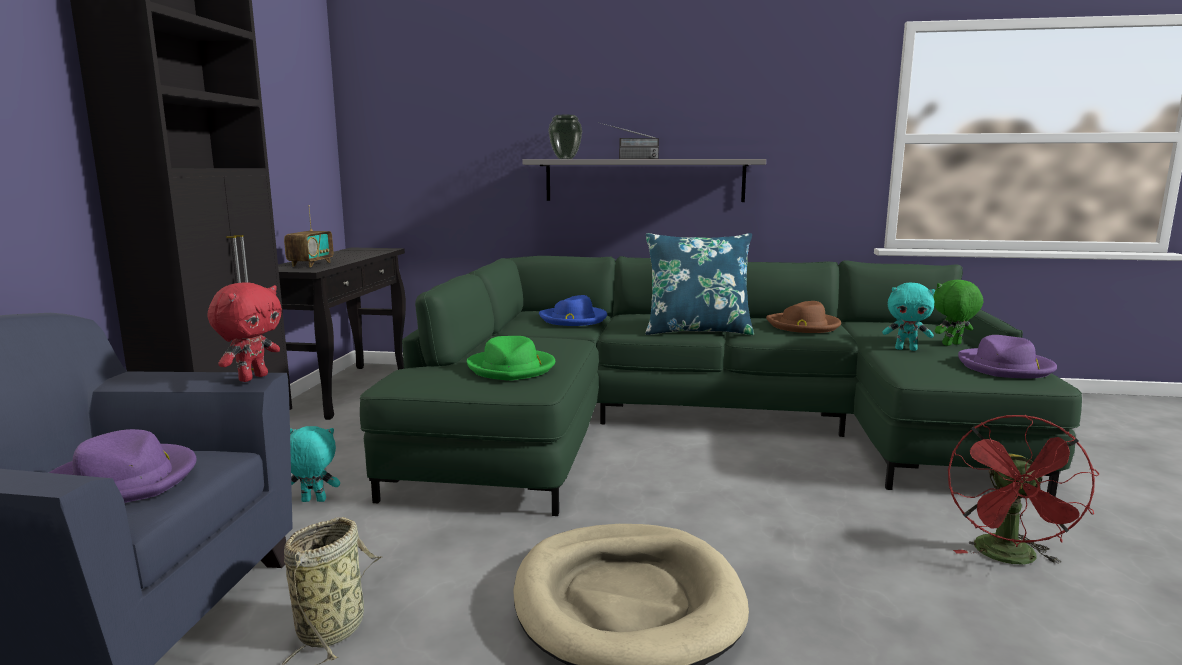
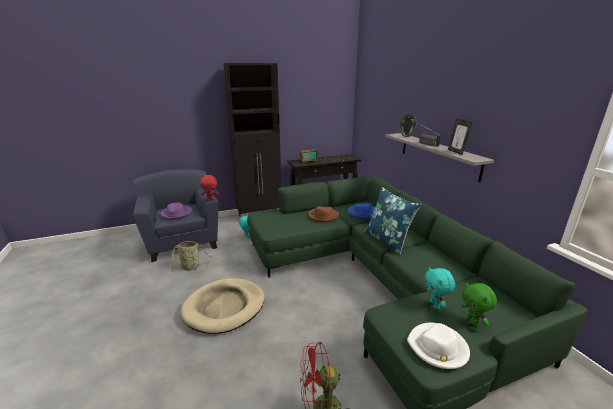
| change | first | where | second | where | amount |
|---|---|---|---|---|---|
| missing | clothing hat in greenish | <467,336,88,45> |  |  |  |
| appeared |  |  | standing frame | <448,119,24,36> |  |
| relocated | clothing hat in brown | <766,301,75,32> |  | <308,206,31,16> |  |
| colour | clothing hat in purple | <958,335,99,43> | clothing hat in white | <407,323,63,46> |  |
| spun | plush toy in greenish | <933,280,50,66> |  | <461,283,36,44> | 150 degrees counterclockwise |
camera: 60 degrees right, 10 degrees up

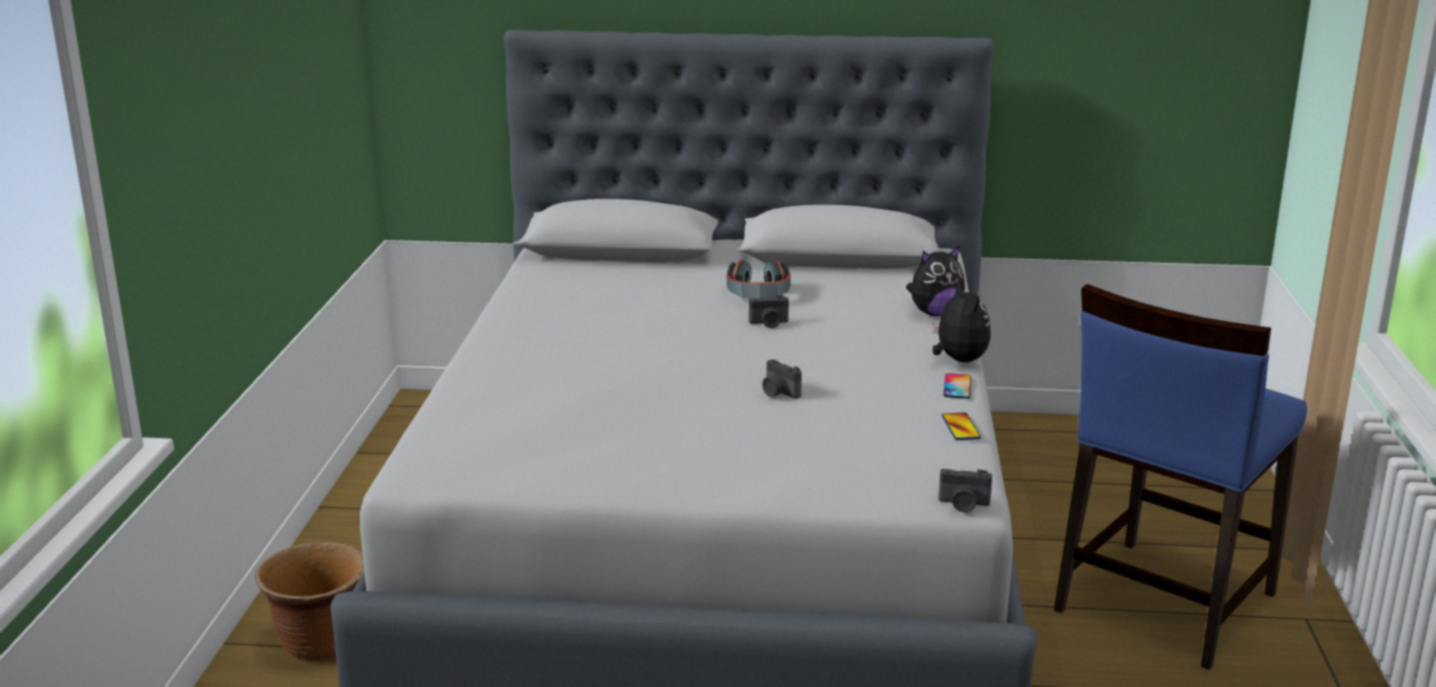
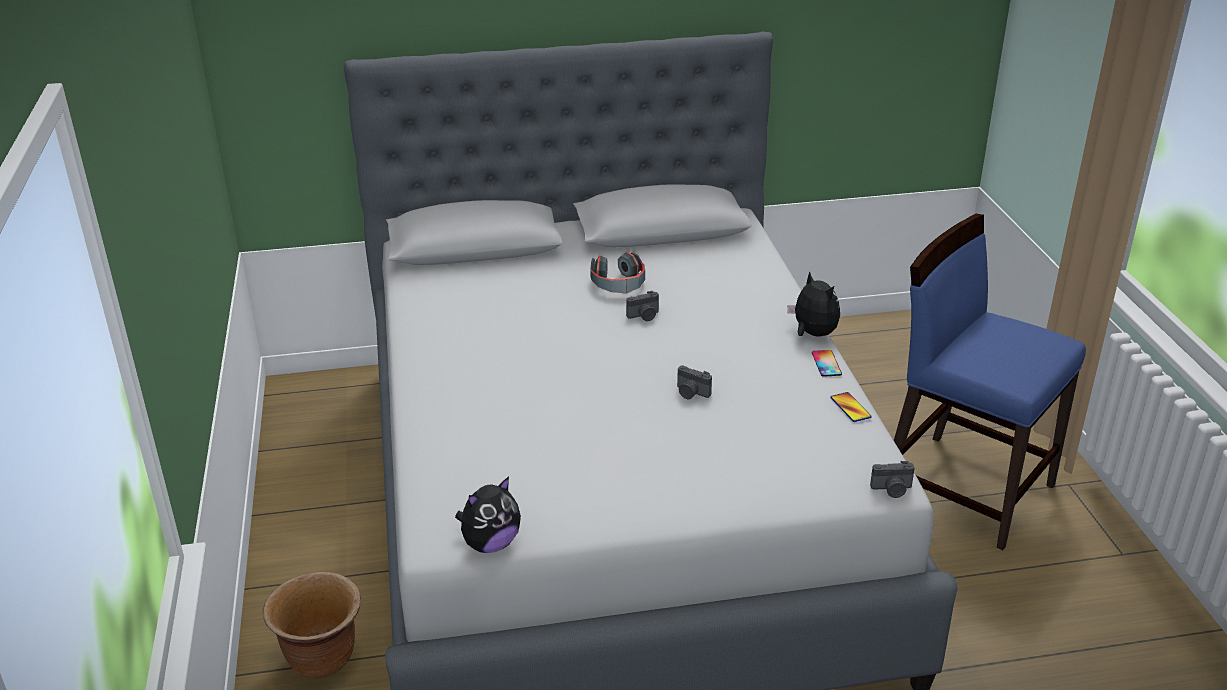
| change | first | where | second | where | amount |
|---|---|---|---|---|---|
| relocated | plush toy | <906,245,59,71> |  | <455,476,66,77> |  |
| spun | chair in blue-coloured | <1054,284,253,386> |  | <894,214,192,336> | 105 degrees clockwise |
camera: 15 degrees left, 10 degrees up

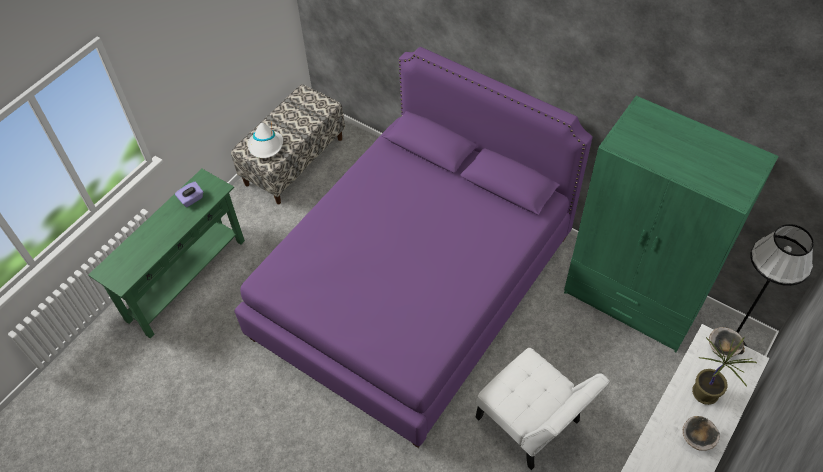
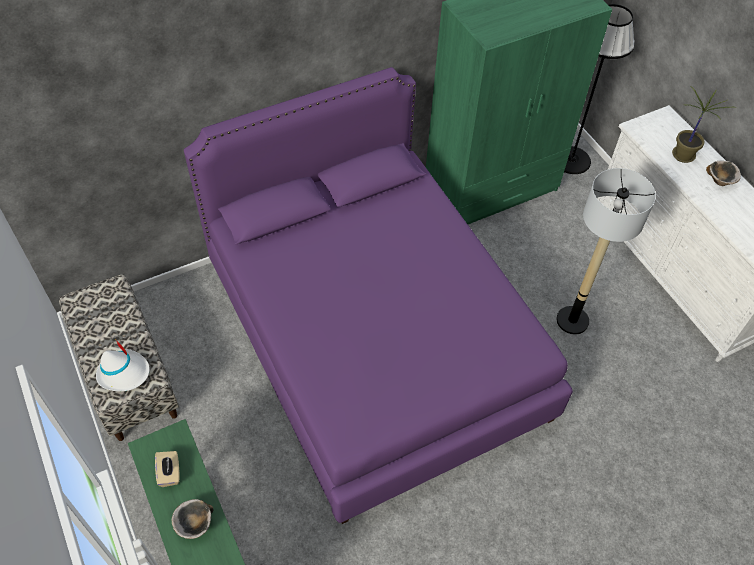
| change | first | where | second | where | amount |
|---|---|---|---|---|---|
| relocated | serving bowl | <709,327,36,30> |  | <172,499,42,40> |  |
| exchanged | chair in white | <475,348,134,122> | standing lamp | <556,168,100,166> |  |
| colour | tissue box in purple | <175,182,28,25> | tissue box in sand-coloured | <155,451,25,36> |  |
camera: 65 degrees left, 0 degrees up

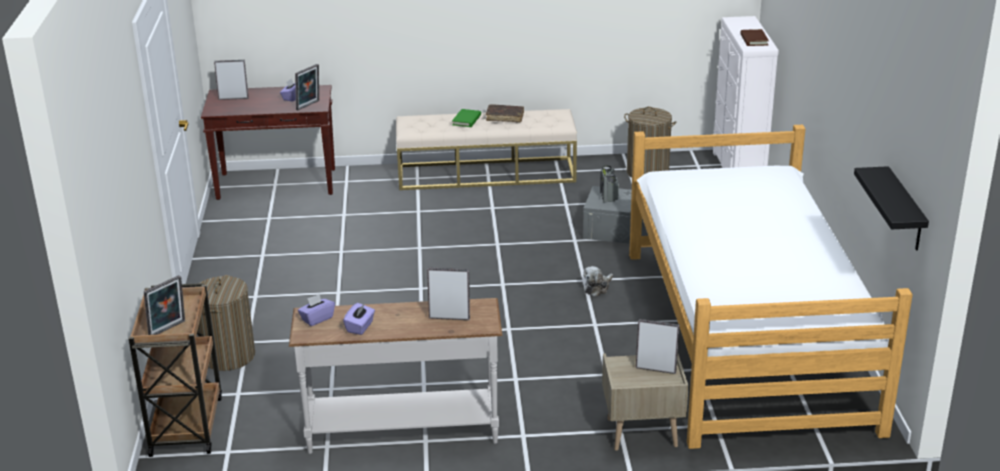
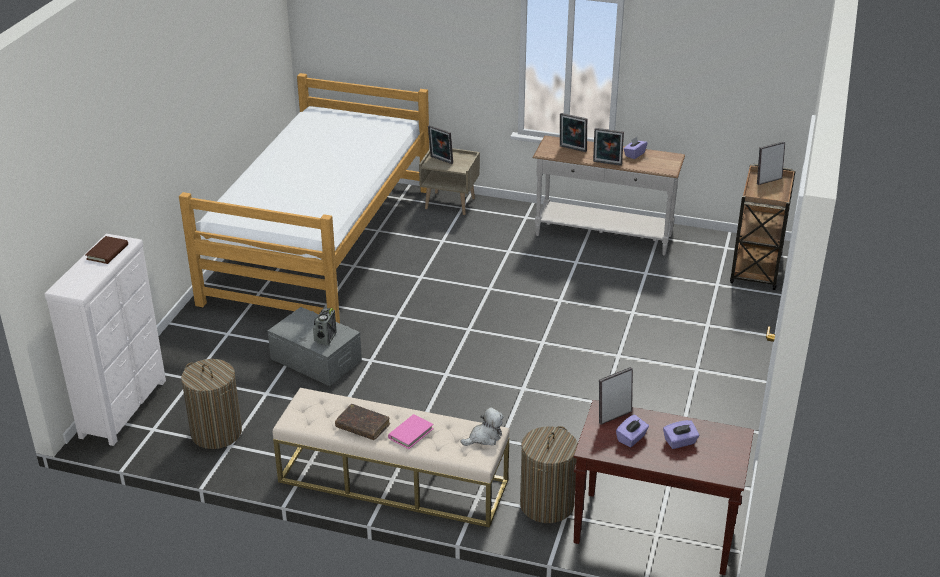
| change | first | where | second | where | amount |
|---|---|---|---|---|---|
| missing | shelf in black-coloured | <854,166,75,84> |  |  |  |
| relocated | laundry basket | <198,275,57,96> |  | <520,426,58,97> |  |
| relocated | standing frame | <214,60,35,40> |  | <593,128,31,38> |  |
| relocated | tissue box in purple | <298,294,37,32> |  | <663,420,36,29> |  |
| relocated | plush toy | <583,266,30,31> |  | <460,407,44,39> |  |
| colour | volume in greenish | <452,109,29,18> | volume in pink-coloured | <388,414,46,35> |  |
camera: 160 degrees left, 5 degrees up

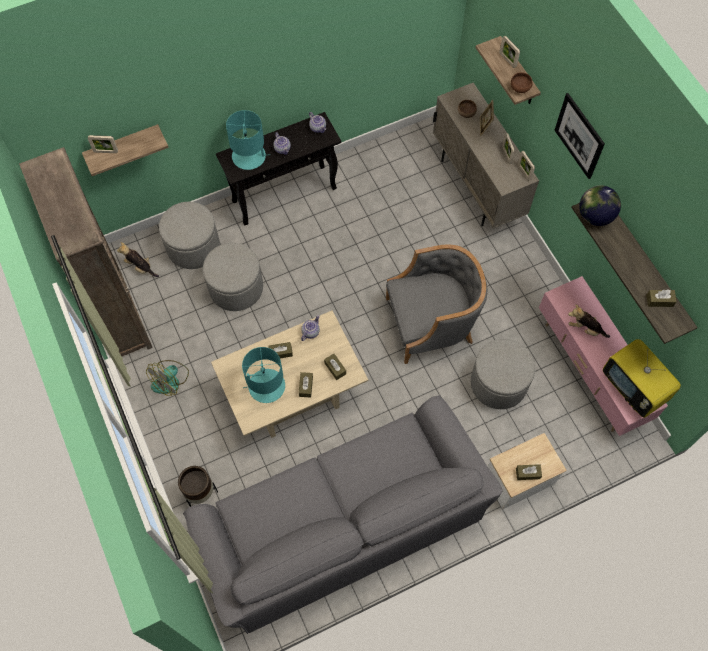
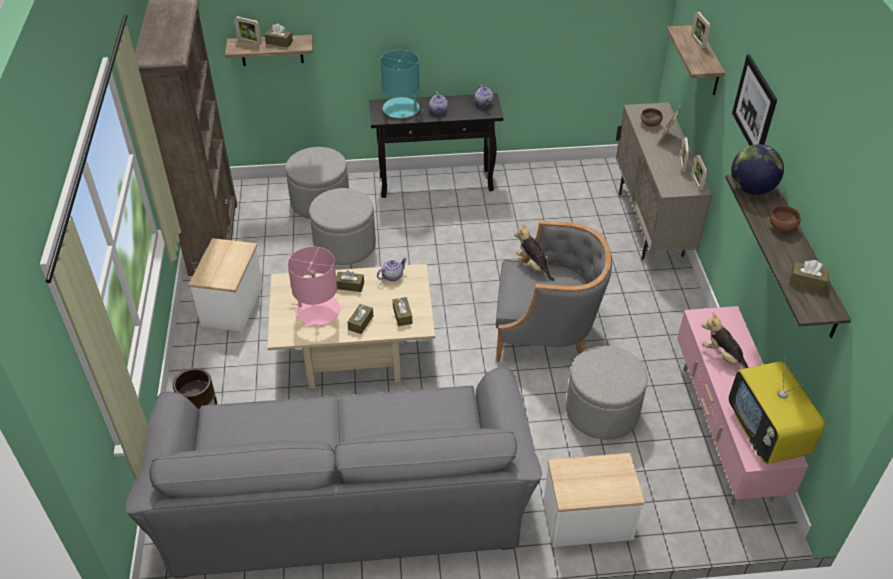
| change | first | where | second | where | amount |
|---|---|---|---|---|---|
| relocated | plush toy | <117,242,42,35> |  | <514,223,41,58> |  |
| relocated | serving bowl in brown | <511,72,21,21> |  | <770,205,31,27> |  |
| relocated | tissue box in brown | <516,464,26,16> |  | <265,24,28,24> |  |
| exchanged | fan | <146,360,43,36> | accent table | <188,238,75,94> |  |
| colour | tabletop lamp in turquoise-coloured | <242,347,43,56> | tabletop lamp in pink-coloured | <288,246,52,80> |  |
camera: 20 degrees right, 20 degrees down

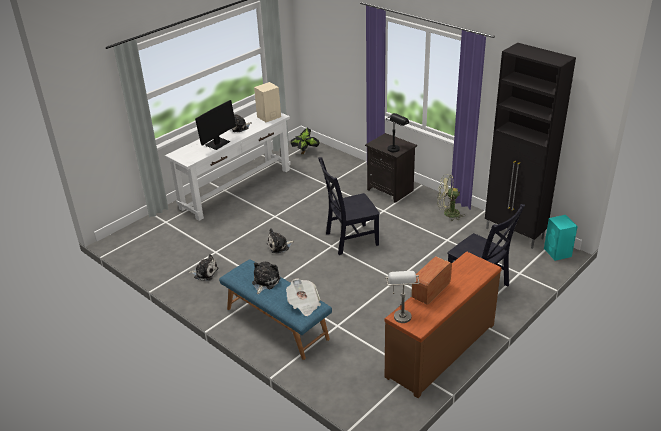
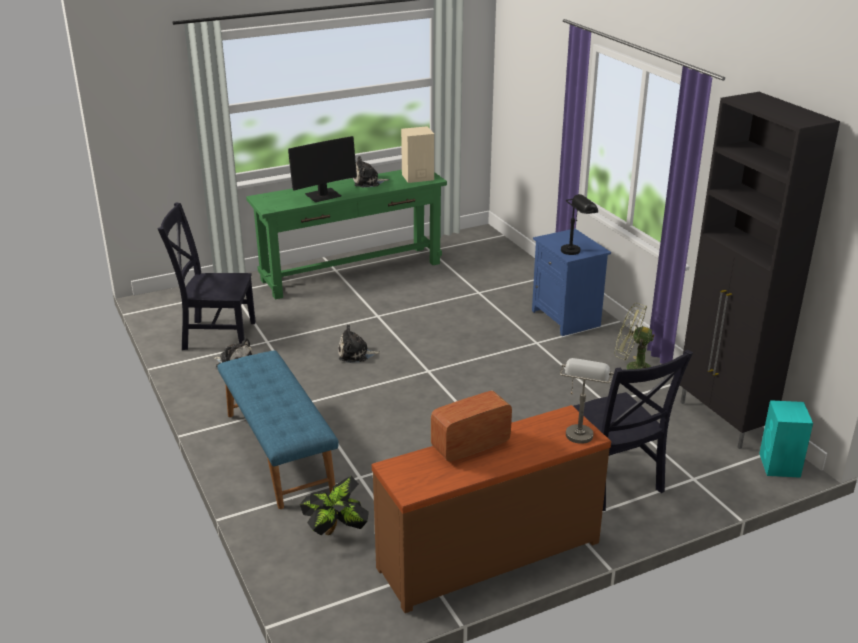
| change | first | where | second | where | amount |
|---|---|---|---|---|---|
| missing | plush toy | <252,262,28,32> |  |  |  |
| missing | daily paper | <286,278,35,38> |  |  |  |
| relocated | plant in a pot | <290,128,30,26> |  | <300,476,69,59> |  |
| relocated | chair in black-coloured | <318,157,62,98> |  | <158,202,98,148> |  |
| relocated | tabletop lamp in grey | <385,271,35,52> |  | <560,358,54,86> |  |
| colour | narrow table in white | <165,112,126,109> | narrow table in greenish | <246,170,201,129> |  |
| colour | night table in black-coloured | <365,133,52,70> | night table in blue-coloured | <532,229,79,107> |  |
camera: 20 degrees right, 5 degrees down

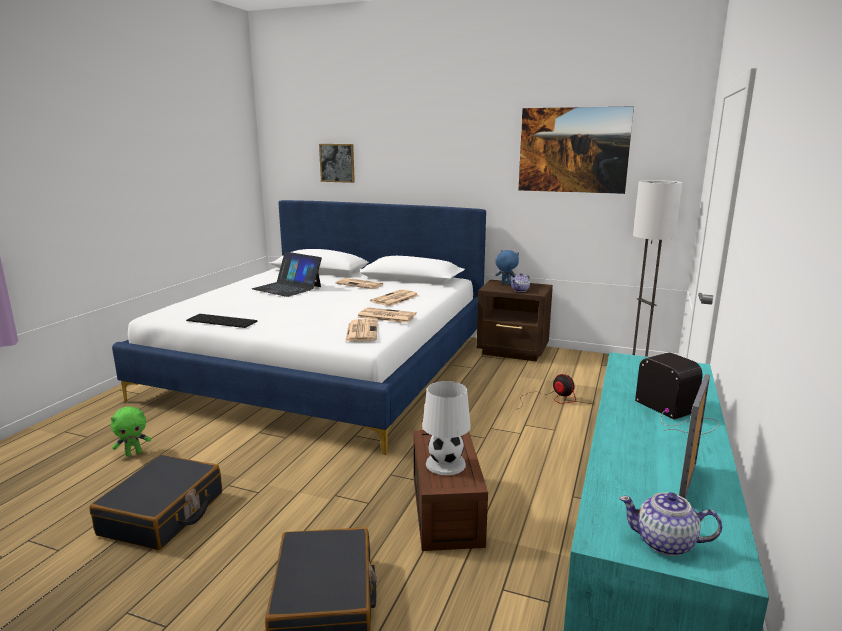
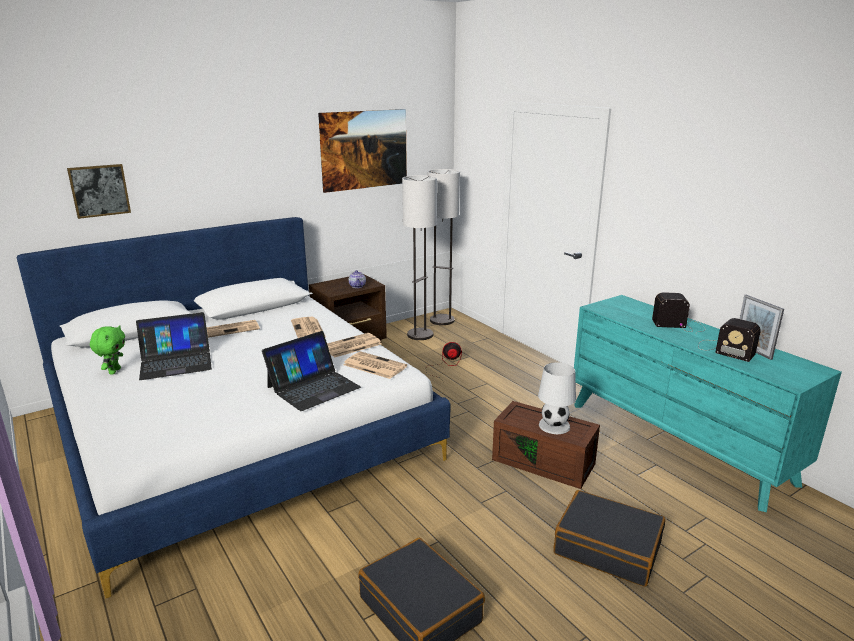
| change | first | where | second | where | amount |
|---|---|---|---|---|---|
| missing | computer keyboard | <186,314,71,14> |  |  |  |
| missing | plush toy in blue-coloured | <495,250,24,35> |  |  |  |
| missing | pot for tea | <619,492,103,64> |  |  |  |
| appeared |  |  | notebook computer | <262,331,99,80> |  |
| appeared |  |  | standing lamp | <402,175,35,165> |  |
| appeared |  |  | radio receiver | <698,318,63,44> |  |
| relocated | plush toy in greenish | <111,407,40,49> |  | <90,325,35,49> |  |
camera: 55 degrees left, 5 degrees up

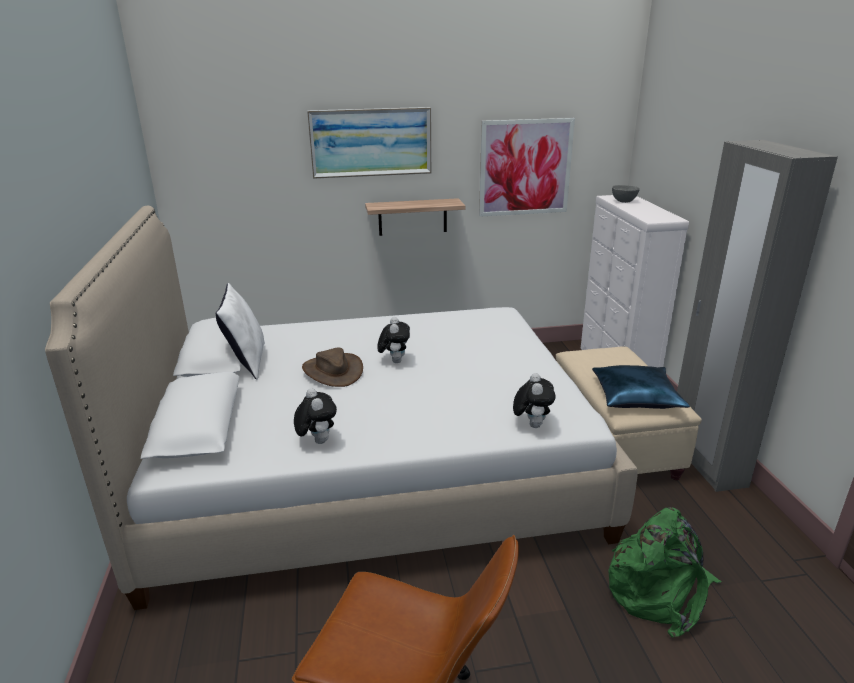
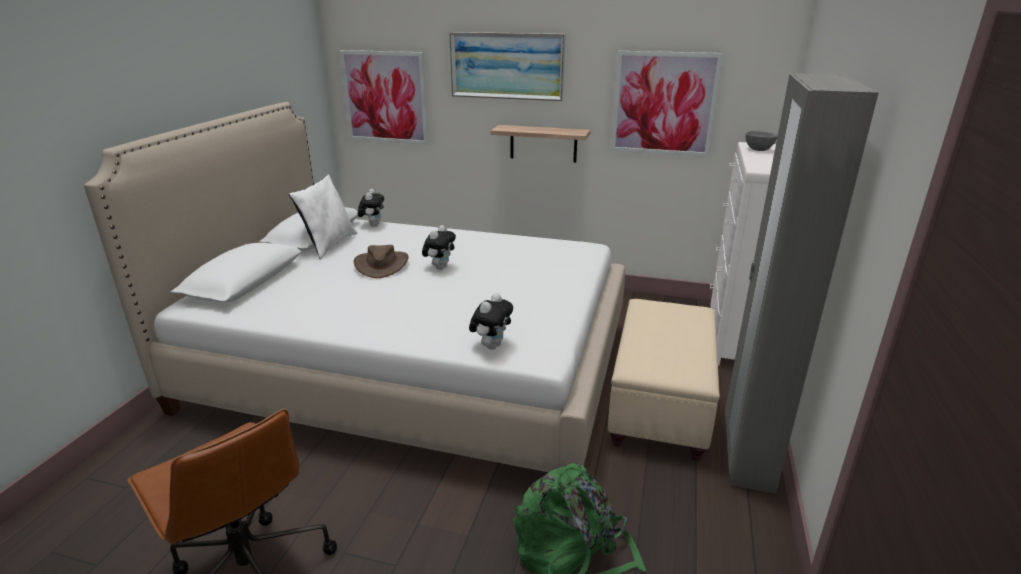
| change | first | where | second | where | amount |
|---|---|---|---|---|---|
| missing | pillow in blue-coloured | <592,365,98,44> |  |  |  |
| appeared |  |  | wall art | <339,50,90,95> |  |
| relocated | plush toy | <294,388,43,56> |  | <358,189,26,38> |  |
camera: 25 degrees right, 0 degrees up

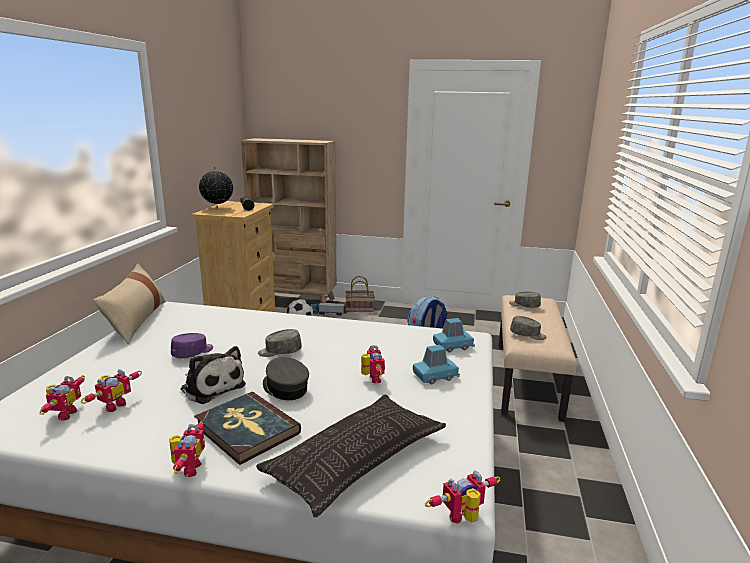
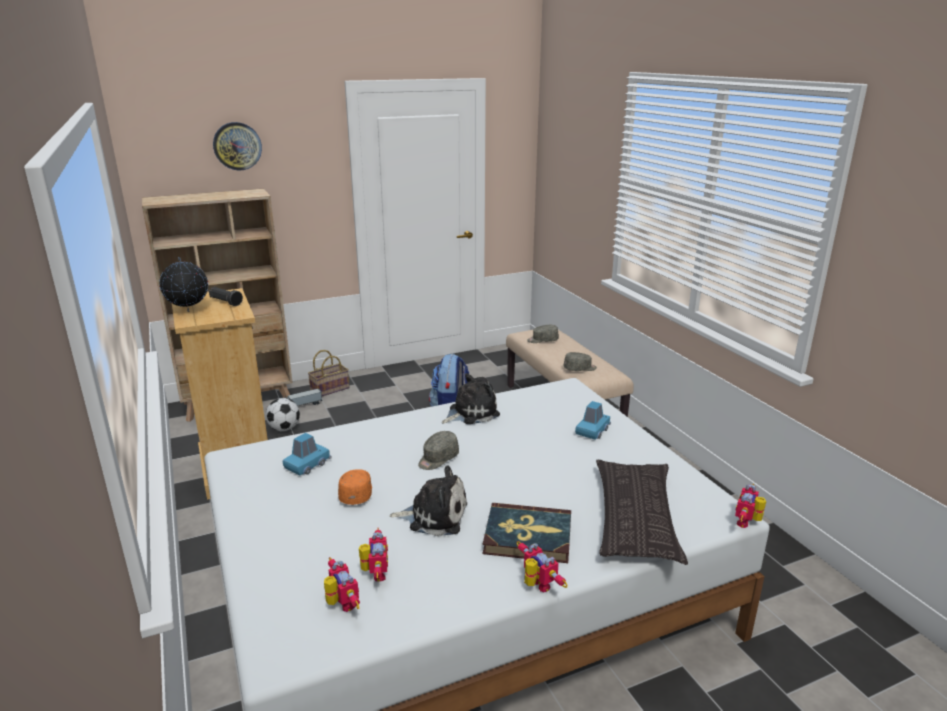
| change | first | where | second | where | amount |
|---|---|---|---|---|---|
| missing | pillow in sand-coloured | <93,264,73,80> |  |  |  |
| missing | peaked cap in grey | <263,357,46,43> |  |  |  |
| missing | toy robot | <361,345,24,38> |  |  |  |
| appeared |  |  | hanging clock | <213,122,49,49> |  |
| appeared |  |  | plush toy | <442,373,58,51> |  |
| relocated | miniature car in blue-coloured | <433,318,42,34> |  | <283,433,49,42> |  |
| colour | peaked cap in purple | <171,333,42,25> | peaked cap in orange | <338,469,34,36> |  |
camera: 35 degrees left, 5 degrees up

